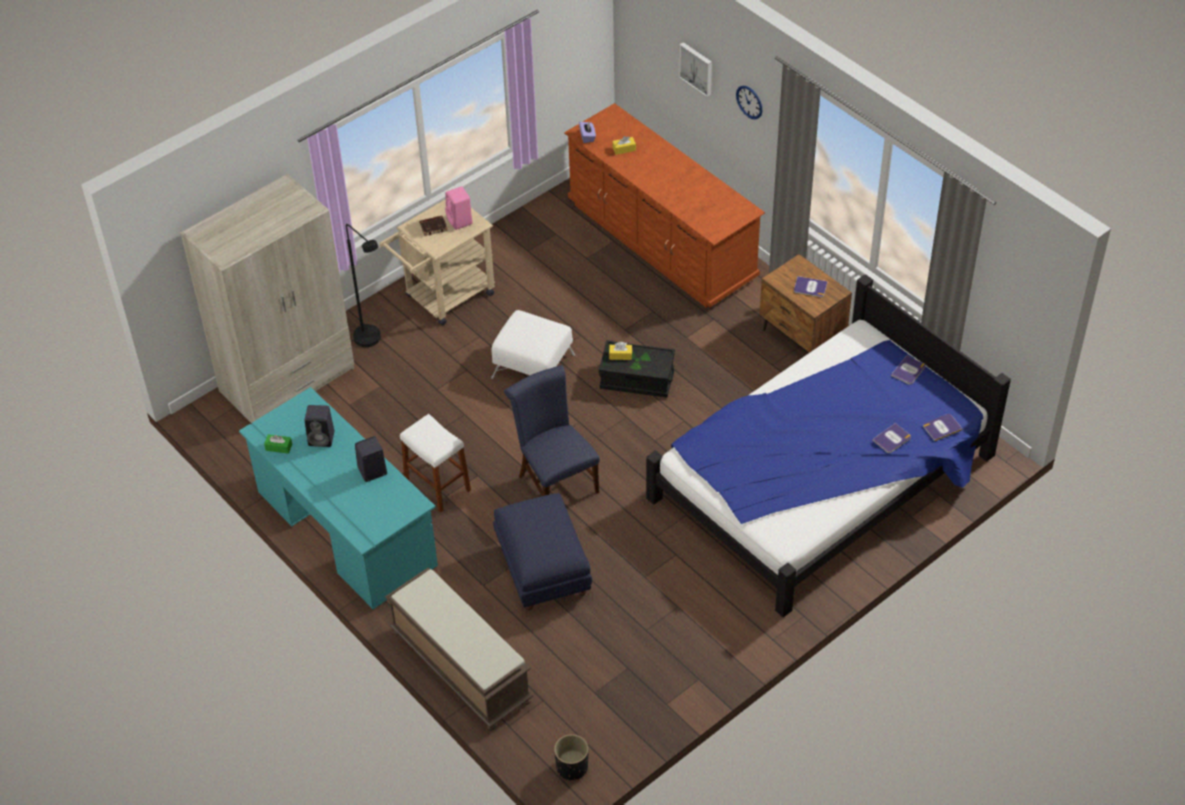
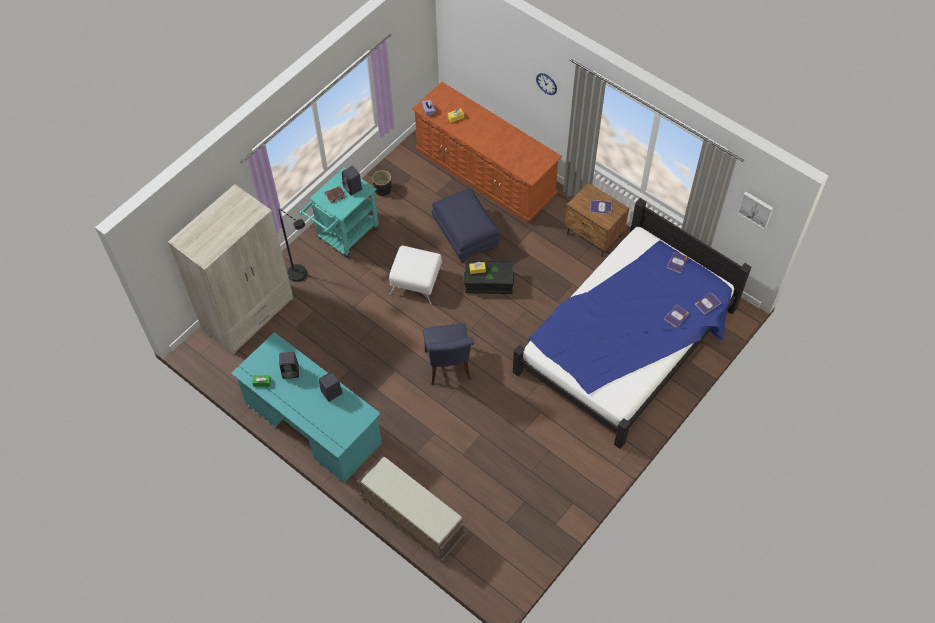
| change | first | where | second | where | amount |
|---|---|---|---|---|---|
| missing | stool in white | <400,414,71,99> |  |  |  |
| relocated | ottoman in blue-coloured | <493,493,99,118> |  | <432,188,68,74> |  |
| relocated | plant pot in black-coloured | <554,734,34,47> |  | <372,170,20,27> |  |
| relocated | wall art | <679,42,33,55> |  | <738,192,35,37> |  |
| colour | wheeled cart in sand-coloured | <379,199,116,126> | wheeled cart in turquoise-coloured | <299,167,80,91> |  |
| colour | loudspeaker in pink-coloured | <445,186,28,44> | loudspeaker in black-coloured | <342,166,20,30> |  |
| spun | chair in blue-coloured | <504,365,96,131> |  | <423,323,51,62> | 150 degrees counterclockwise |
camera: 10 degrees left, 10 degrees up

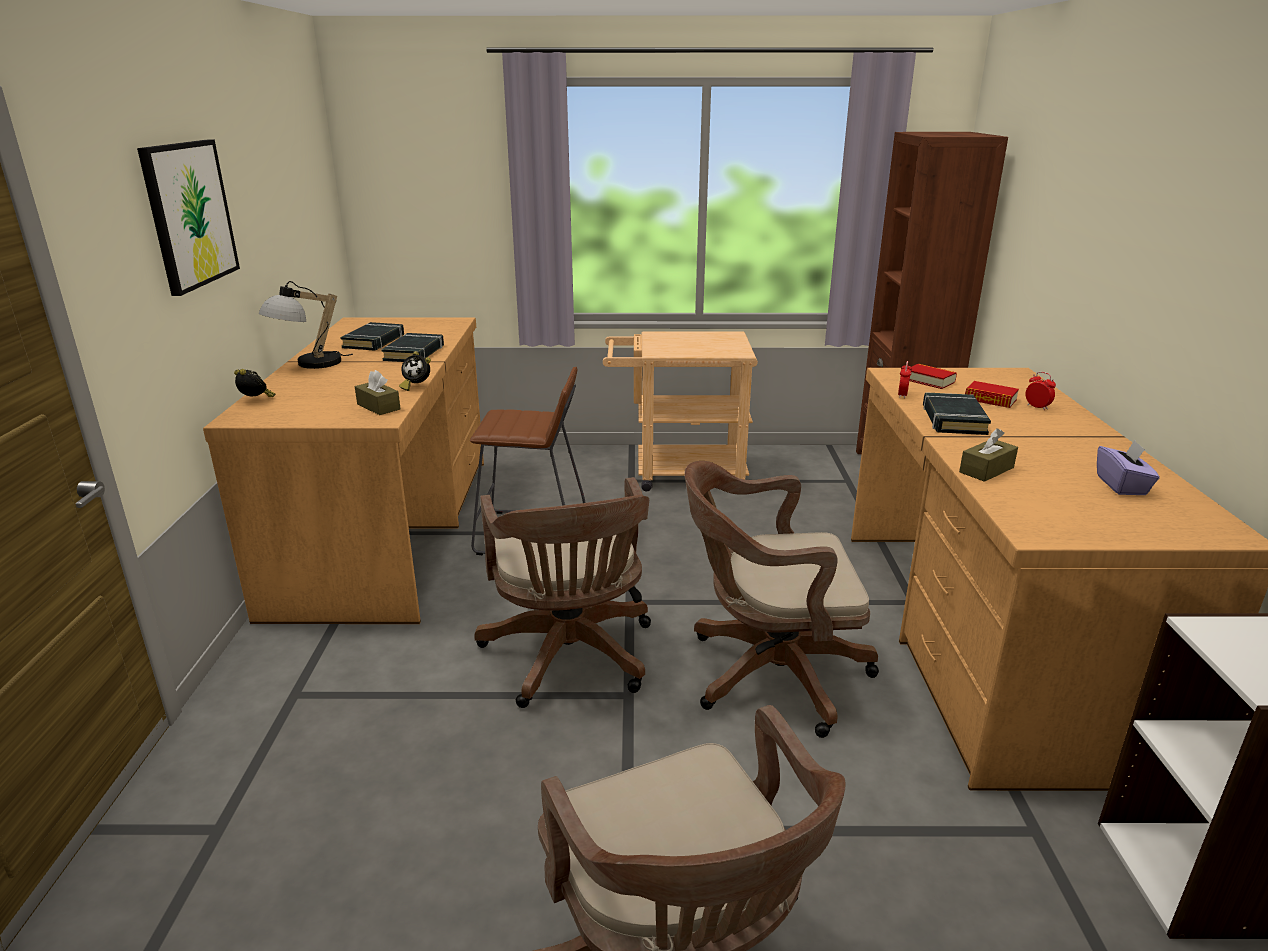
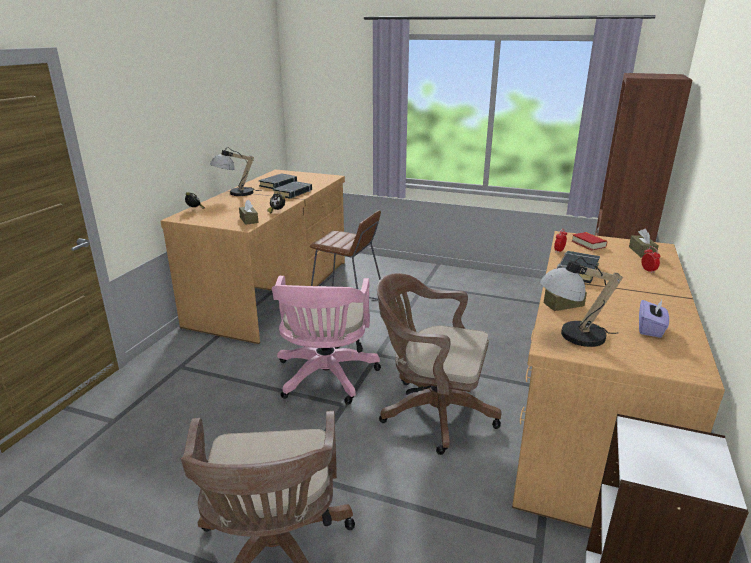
| change | first | where | second | where | amount |
|---|---|---|---|---|---|
| missing | wall art | <137,140,103,156> |  |  |  |
| missing | wheeled cart in sand-coloured | <603,331,155,161> |  |  |  |
| missing | volume | <965,381,54,27> |  |  |  |
| appeared |  |  | tabletop lamp | <540,257,83,90> |  |
| appeared |  |  | tissue box in brown | <629,229,29,28> |  |
| colour | desk chair in brown | <474,477,177,231> | desk chair in pink-coloured | <272,276,109,129> |  |
camera: 20 degrees right, 0 degrees up

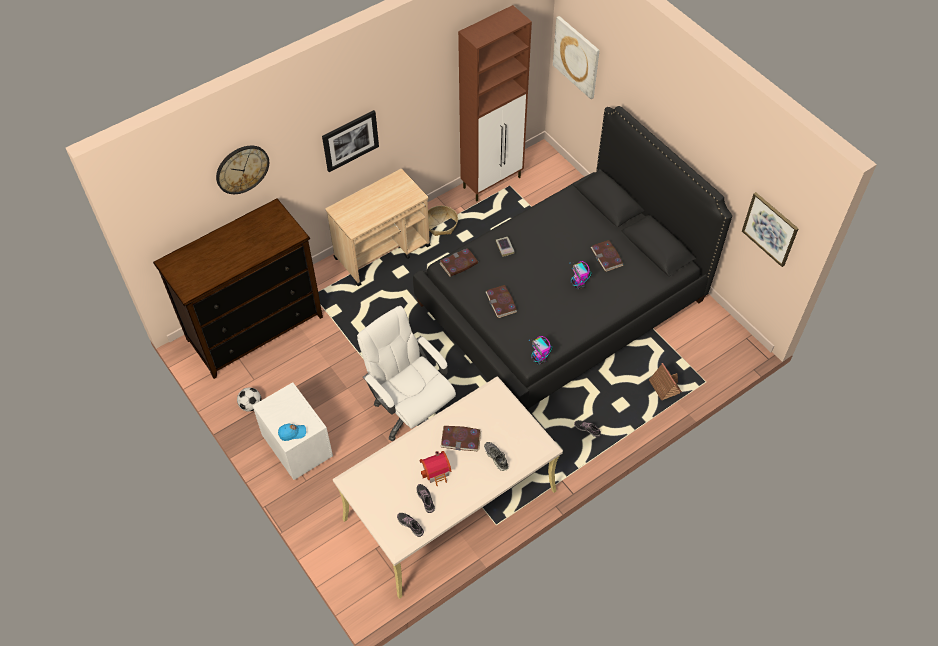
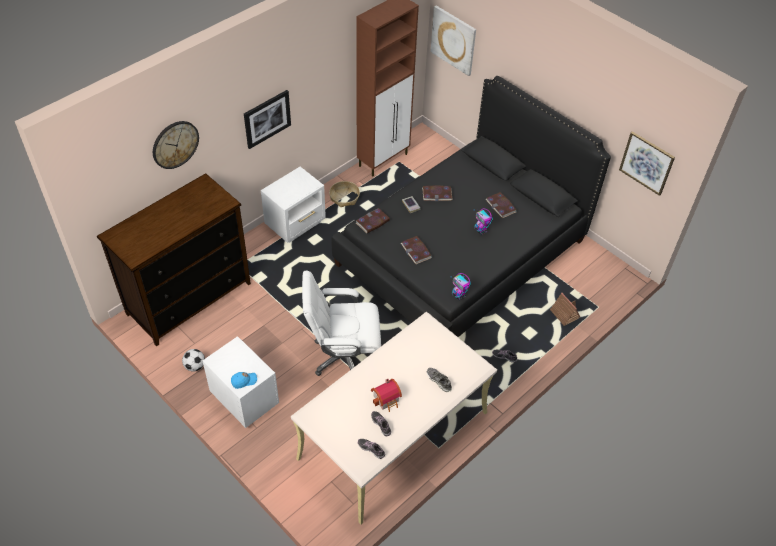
| change | first | where | second | where | amount |
|---|---|---|---|---|---|
| relocated | volume | <441,426,40,25> |  | <422,185,31,16> |  |
| exchanged | wheeled cart in sand-coloured | <326,169,104,117> | night table in white | <261,167,65,76> |  |
| spun | desk chair in white | <357,306,99,135> |  | <302,271,79,105> | 45 degrees counterclockwise |
camera: 10 degrees left, 5 degrees down

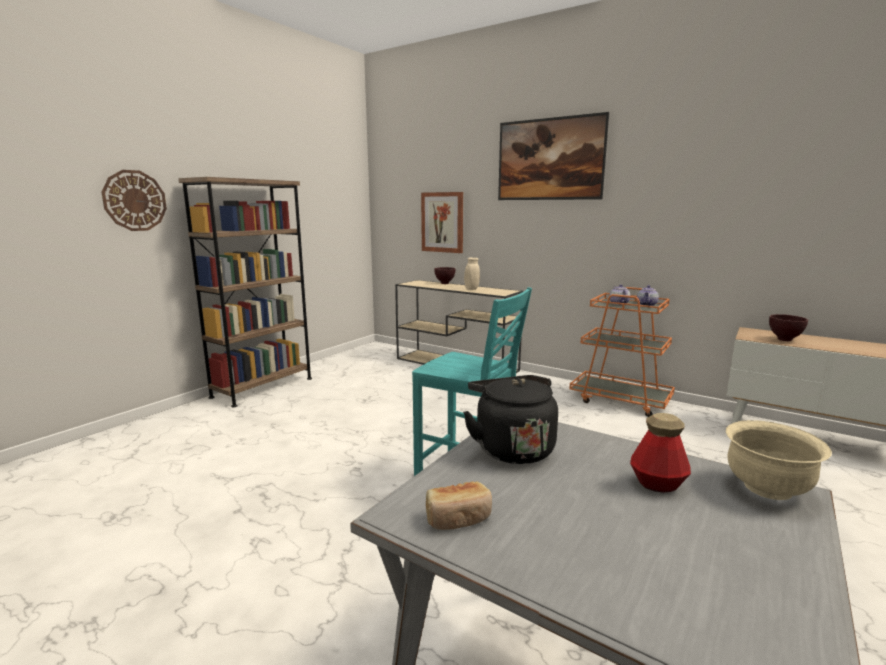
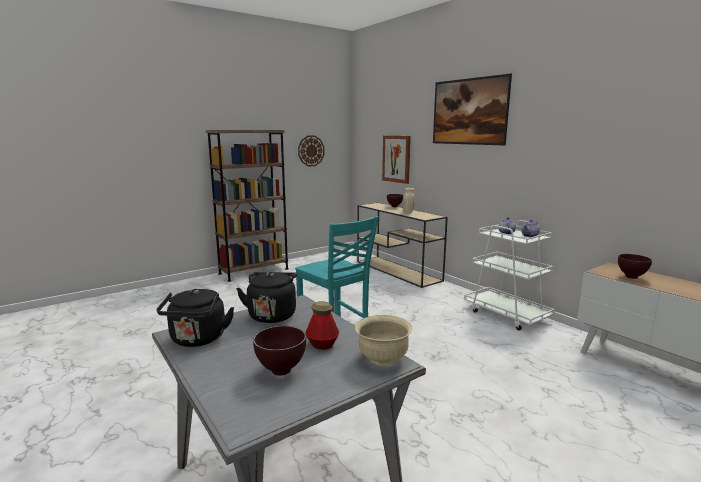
| change | first | where | second | where | amount |
|---|---|---|---|---|---|
| appeared |  |  | serving bowl in brown | <253,326,53,50> |  |
| relocated | hanging clock | <101,170,66,61> |  | <298,135,26,32> |  |
| exchanged | baked bread | <426,481,66,49> | kettle in black-coloured | <157,289,78,58> |  |
| colour | wheeled cart in orange | <569,287,106,130> | wheeled cart in white | <464,220,91,110> |  |
camera: 20 degrees right, 0 degrees up

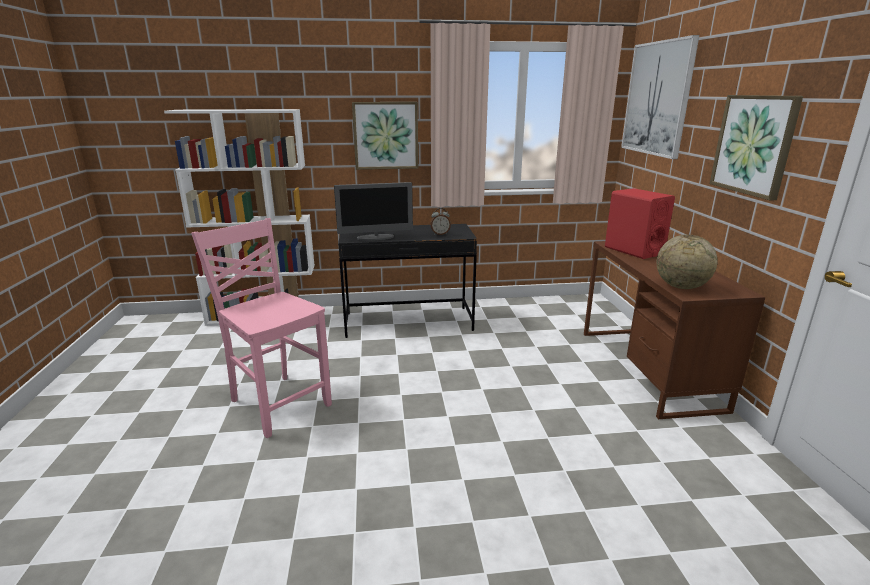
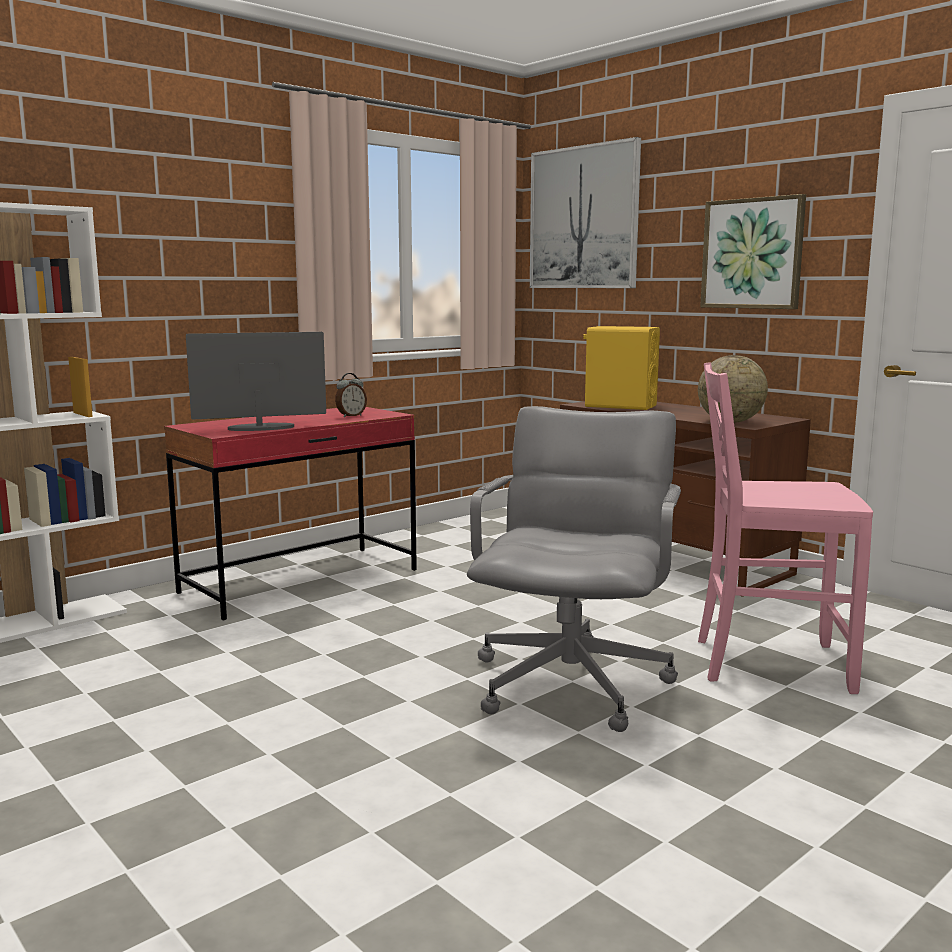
| change | first | where | second | where | amount |
|---|---|---|---|---|---|
| missing | wall art | <352,102,66,68> |  |  |  |
| appeared |  |  | desk chair in grey | <467,406,214,326> |  |
| relocated | chair in pink-coloured | <191,218,141,220> |  | <698,362,175,332> |  |
| colour | desk in black-coloured | <338,224,139,114> | desk in reddish | <164,407,253,213> |  |
| colour | loudspeaker in reddish | <605,188,70,71> | loudspeaker in yellow | <583,326,77,84> |  |
| spun | computer display | <334,182,79,59> |  | <186,332,140,99> | 150 degrees counterclockwise |
camera: 35 degrees left, 10 degrees down

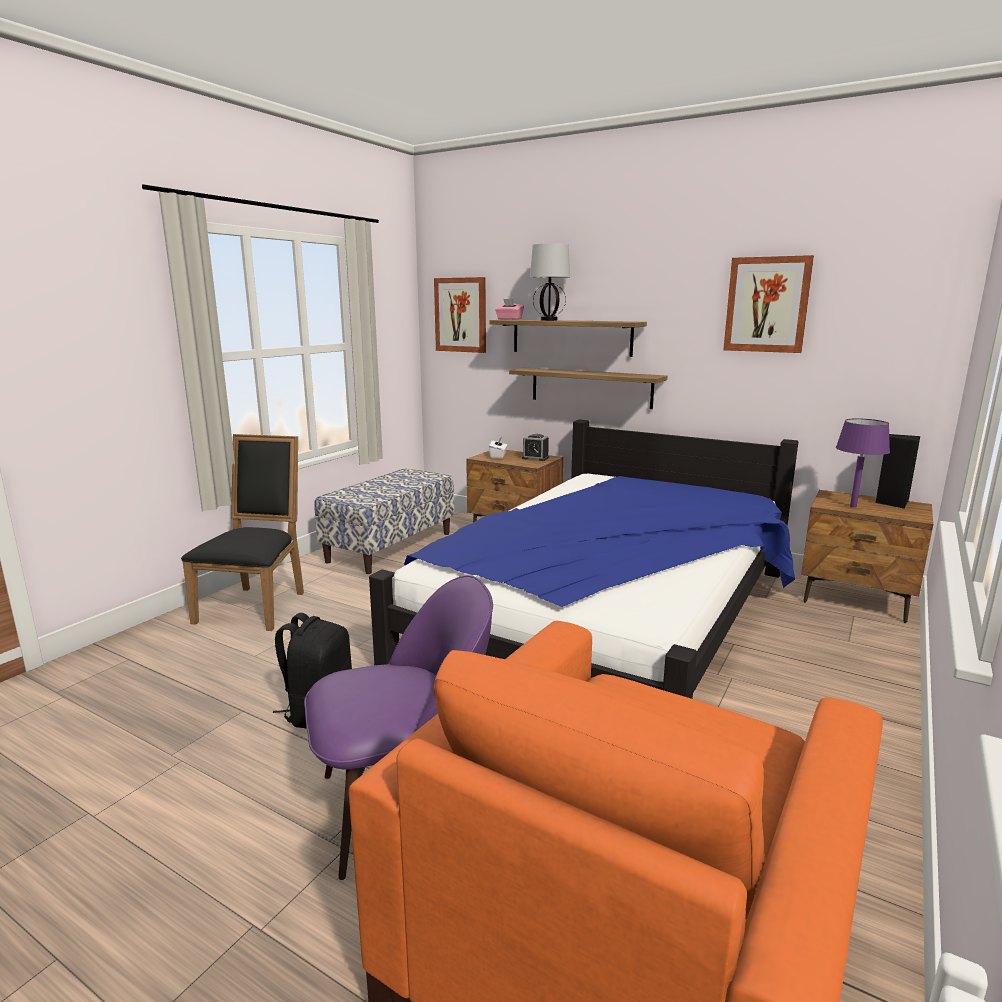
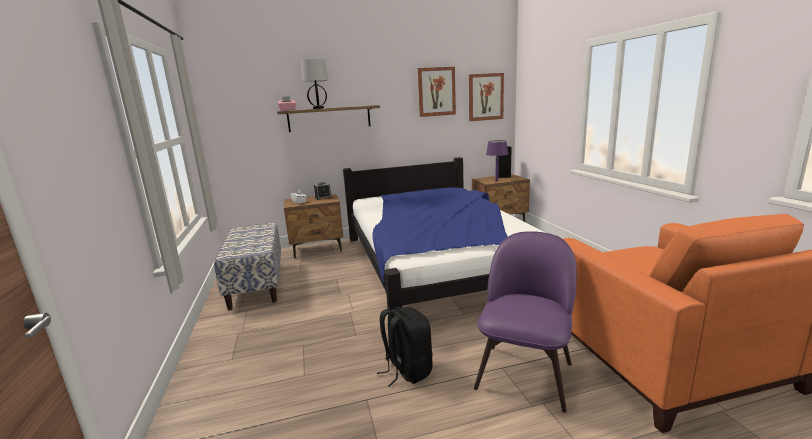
| change | first | where | second | where | amount |
|---|---|---|---|---|---|
| missing | chair in black-coloured | <181,434,123,197> |  |  |  |
| missing | shelf | <509,368,159,41> |  |  |  |
| relocated | wall art | <434,277,52,76> |  | <469,73,35,48> |  |
camera: 45 degrees left, 0 degrees up

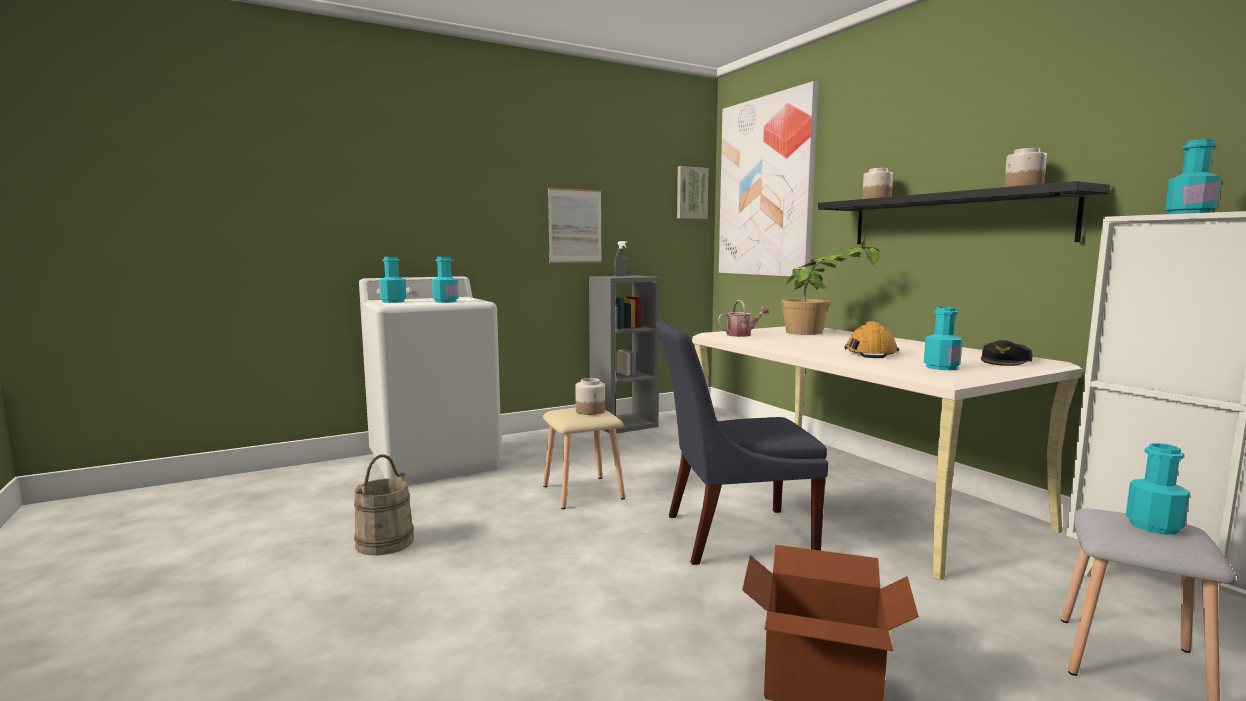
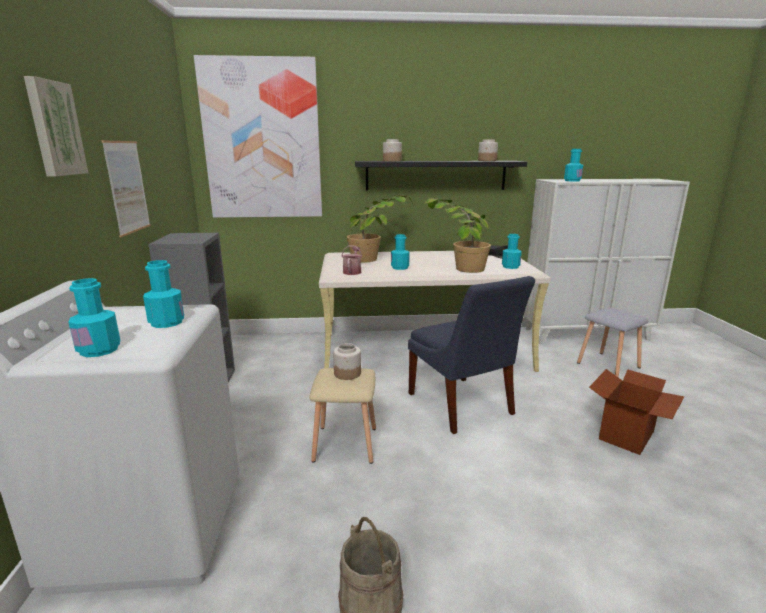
| change | first | where | second | where | amount |
|---|---|---|---|---|---|
| missing | spray bottle in grey | <614,241,16,35> |  |  |  |
| relocated | wall art | <677,166,32,53> |  | <24,76,64,100> |  |
| relocated | drink bottle in turquoise-coloured | <1126,443,64,92> |  | <391,234,19,36> |  |
| exchanged | hard hat in orange | <844,321,55,37> | plant in a pot | <423,198,68,75> |  |
| spun | chair in blue-coloured | <656,321,172,244> |  | <408,276,127,158> | 45 degrees counterclockwise |
camera: 65 degrees left, 10 degrees up

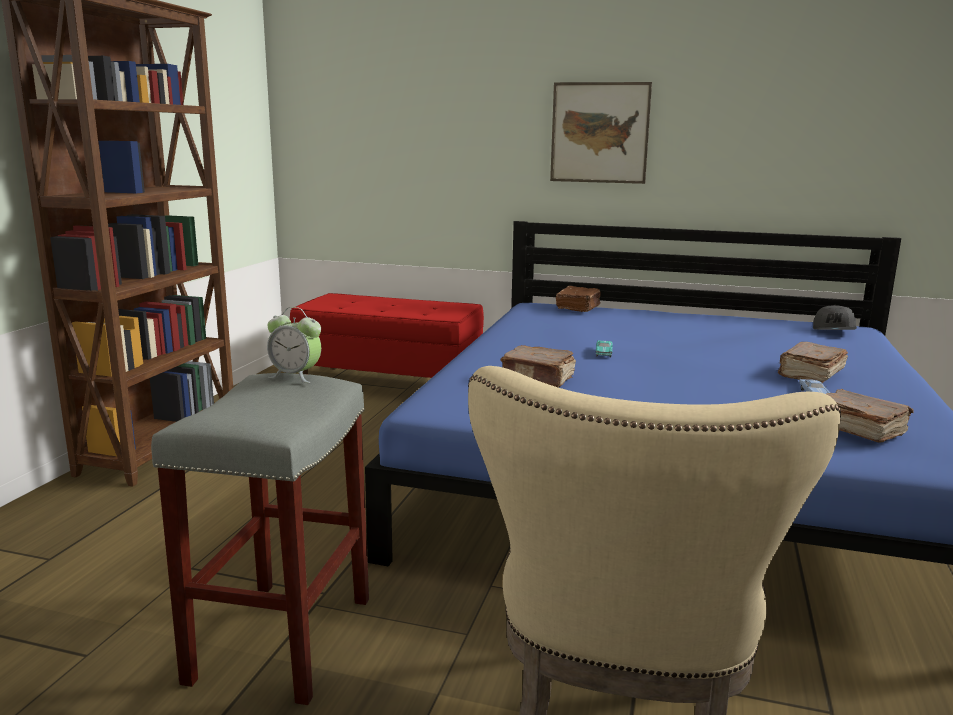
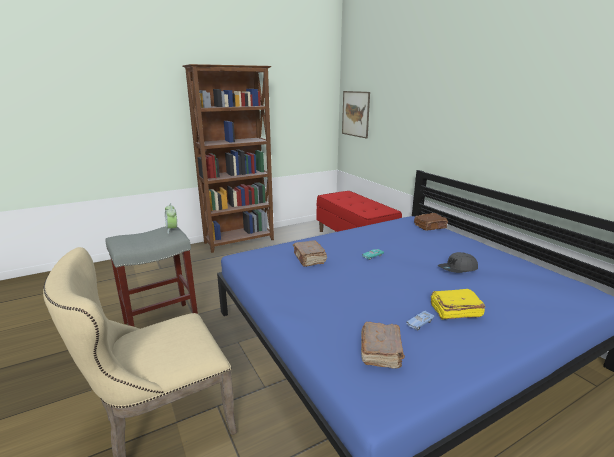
| change | first | where | second | where | amount |
|---|---|---|---|---|---|
| relocated | wall art | <550,82,102,102> |  | <342,91,28,48> |  |
| relocated | peaked cap in grey | <813,305,44,25> |  | <437,252,41,21> |  |
| colour | volume in brown | <778,342,70,41> | volume in yellow | <430,289,55,31> |  |
camera: 45 degrees right, 5 degrees up

